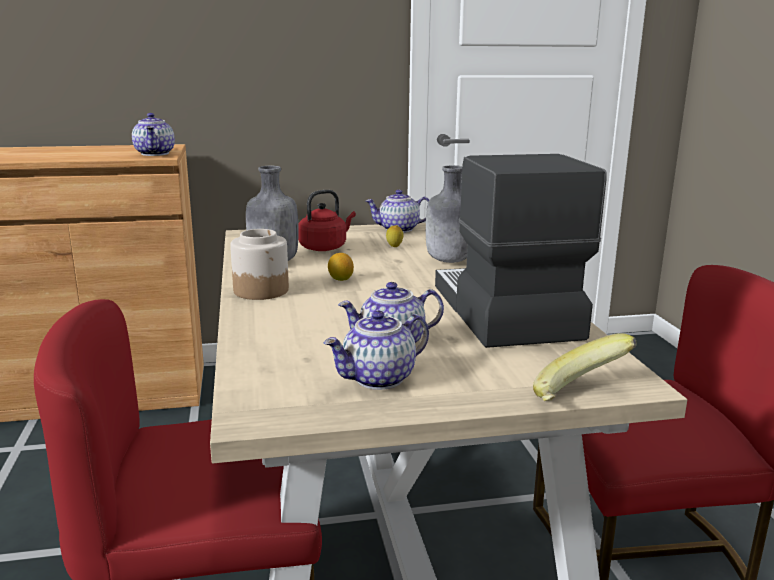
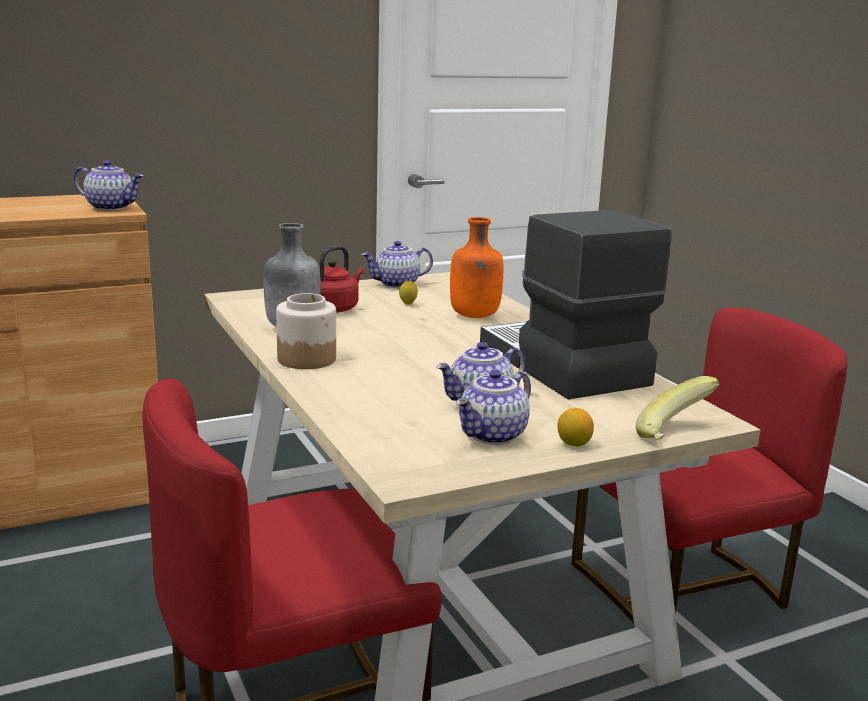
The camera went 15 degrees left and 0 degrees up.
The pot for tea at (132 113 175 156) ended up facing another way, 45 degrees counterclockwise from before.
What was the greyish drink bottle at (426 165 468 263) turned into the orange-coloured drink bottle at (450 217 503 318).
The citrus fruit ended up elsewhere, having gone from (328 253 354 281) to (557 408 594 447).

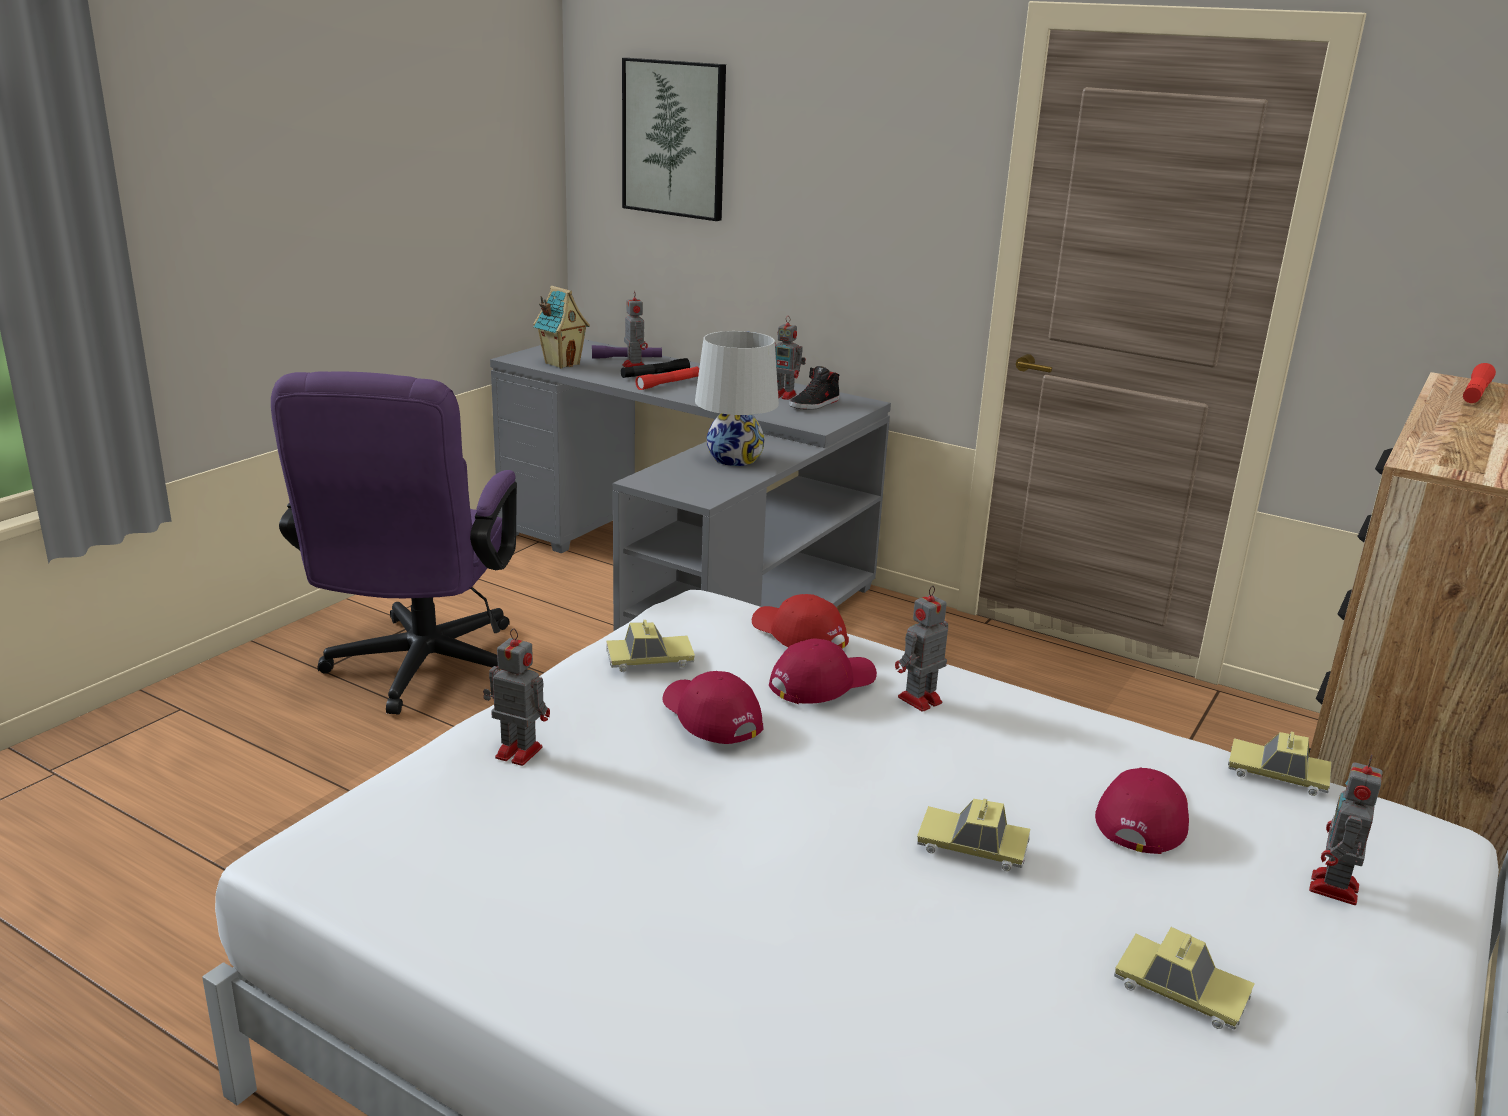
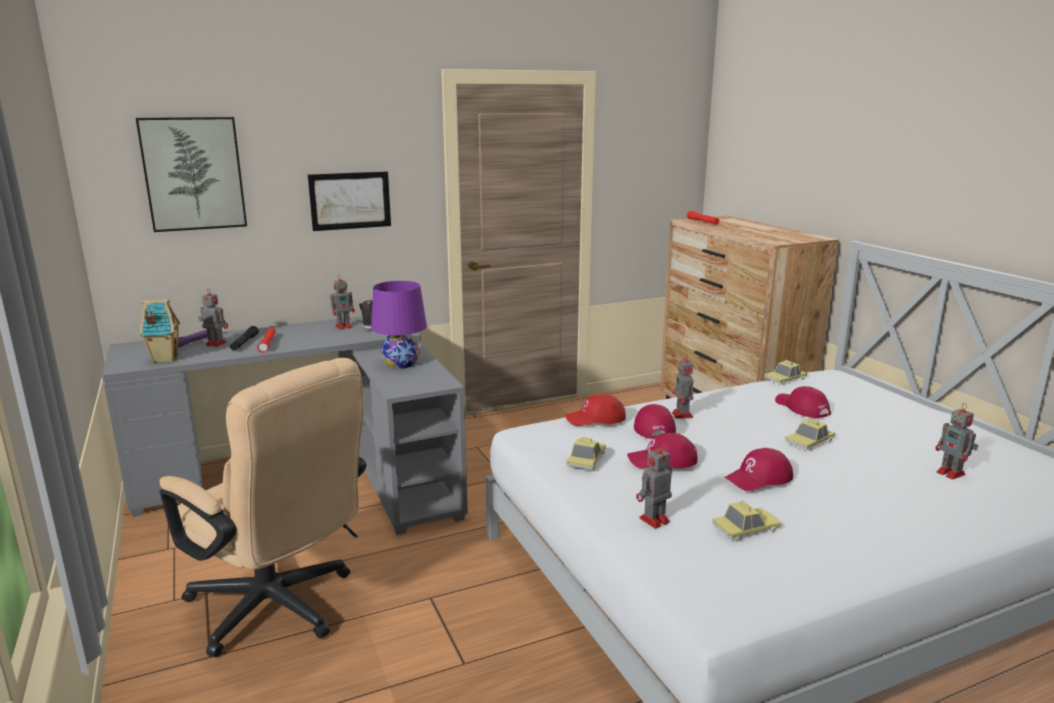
The camera went 55 degrees left and 5 degrees down.
What was the white lamp for a table at (695 331 779 466) turned into the purplish lamp for a table at (371 281 427 369).
What was the purplish computer chair at (271 371 517 715) turned into the sand-coloured computer chair at (160 358 366 657).
The robot figure ended up elsewhere, having gone from (1309 754 1382 905) to (935 403 978 479).
The model car ended up elsewhere, having gone from (1114 927 1255 1030) to (712 501 781 541).
The second view gained the wall picture at (308 172 391 231).
The second view gained the red peaked cap at (724 448 793 491).

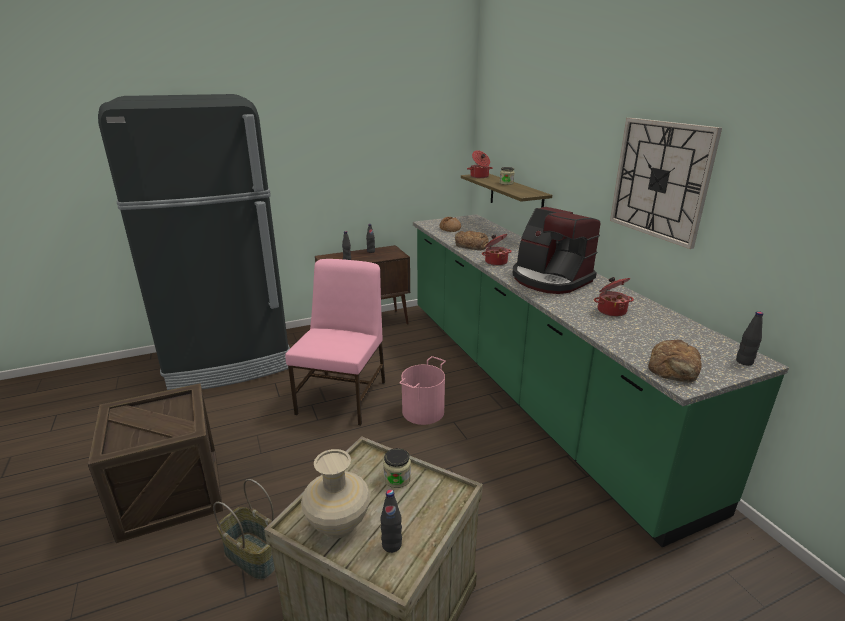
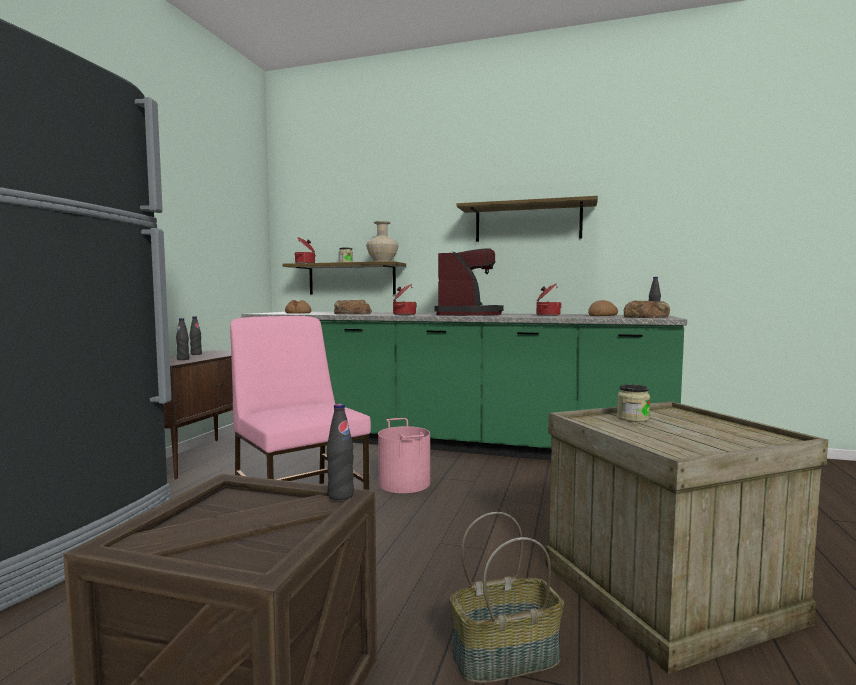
The camera went 50 degrees left and 20 degrees down.
Where the hanging clock hung at (610 118 722 249), the shelf came to hang at (456 196 598 242).
The coffee machine at (513 207 600 294) ended up facing another way, 75 degrees counterclockwise from before.
The sand-coloured vase ended up elsewhere, having gone from (301 449 370 538) to (366 221 399 262).
The blackish drink bottle ended up elsewhere, having gone from (380 489 402 553) to (327 404 354 500).
The second view gained the bread at (588 300 618 316).

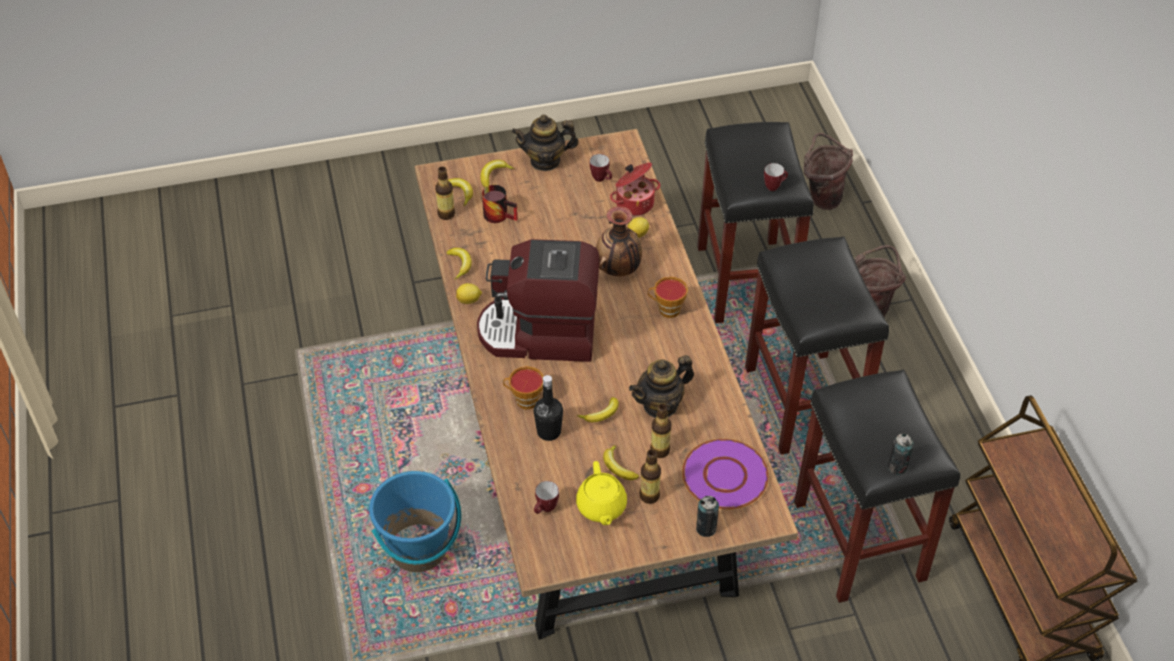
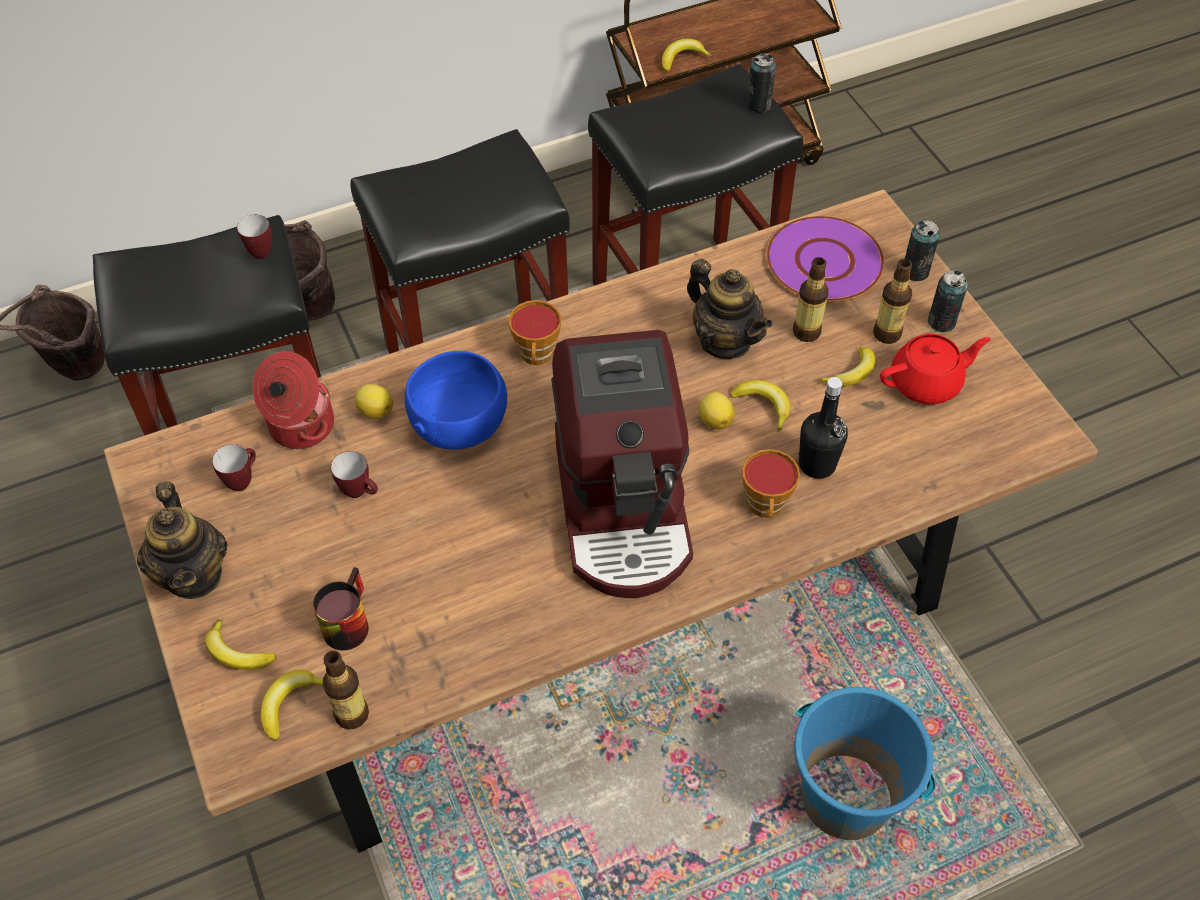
The camera went 100 degrees left and 5 degrees up.
Where the vase stood at (596 206 642 277), the blue-coloured serving bowl came to stand at (405 351 507 450).
The banana ended up elsewhere, having gone from (446 248 472 279) to (662 39 712 72).
The citrus fruit ended up elsewhere, having gone from (456 283 482 304) to (699 392 735 430).
What was the yellowish pot for tea at (576 461 627 525) turned into the red pot for tea at (880 334 991 404).
The mug ended up elsewhere, having gone from (534 481 559 514) to (331 451 378 498).
The second view gained the can at (928 270 968 332).

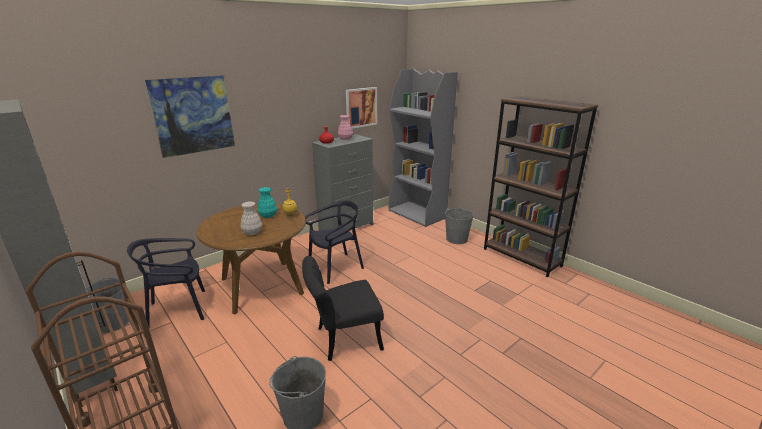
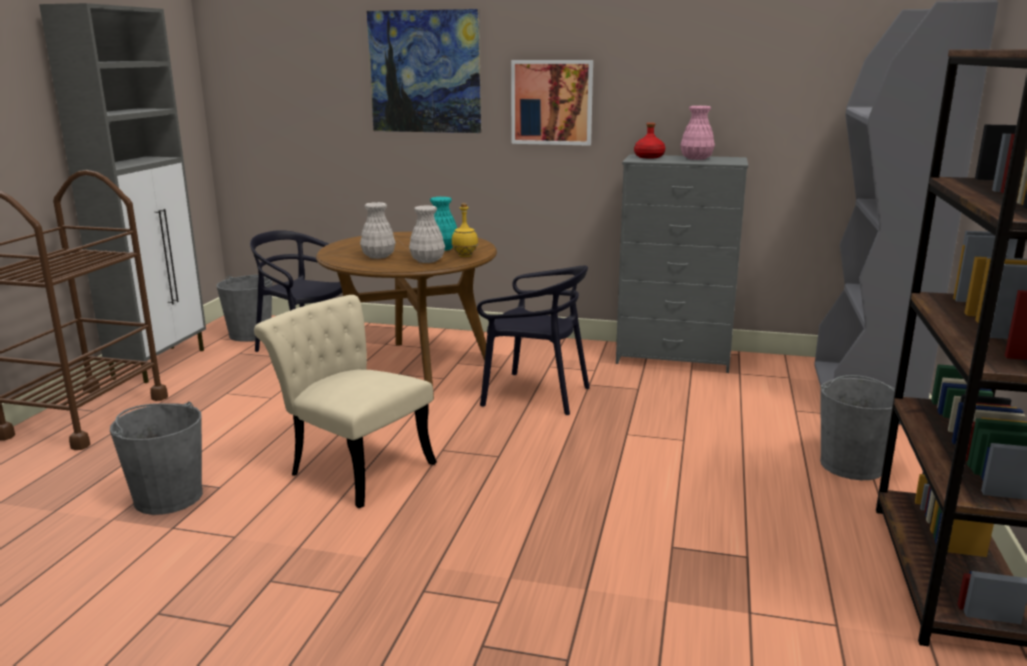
The camera went 55 degrees right and 5 degrees down.
The wall picture ended up elsewhere, having gone from (346 87 377 129) to (511 60 593 146).
What was the blackish upright chair at (302 256 384 361) turned into the sand-coloured upright chair at (254 295 437 508).
The second view gained the white vase at (409 205 445 263).

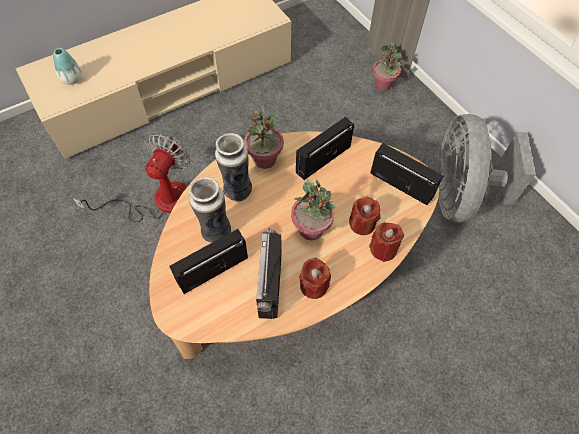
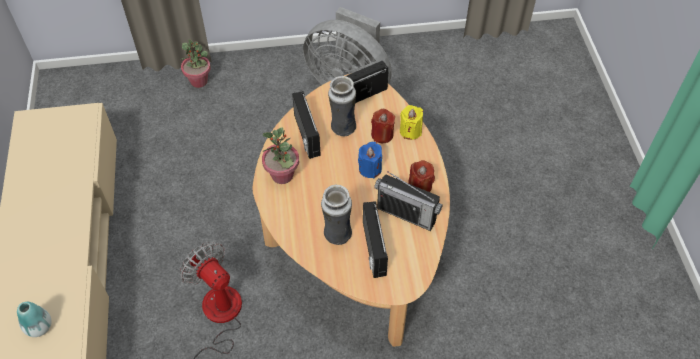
The camera went 65 degrees left and 5 degrees down.
The vase ended up elsewhere, having gone from (215 133 252 202) to (328 76 356 136).
Where the potted plant stood at (291 179 336 240), the blue-coloured candle came to stand at (358 142 382 178).
What was the red candle at (369 223 404 262) turned into the yellowish candle at (400 105 423 140).

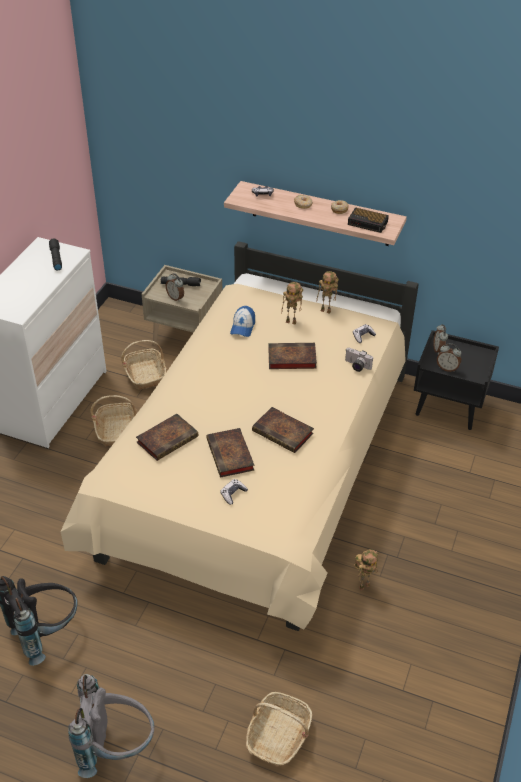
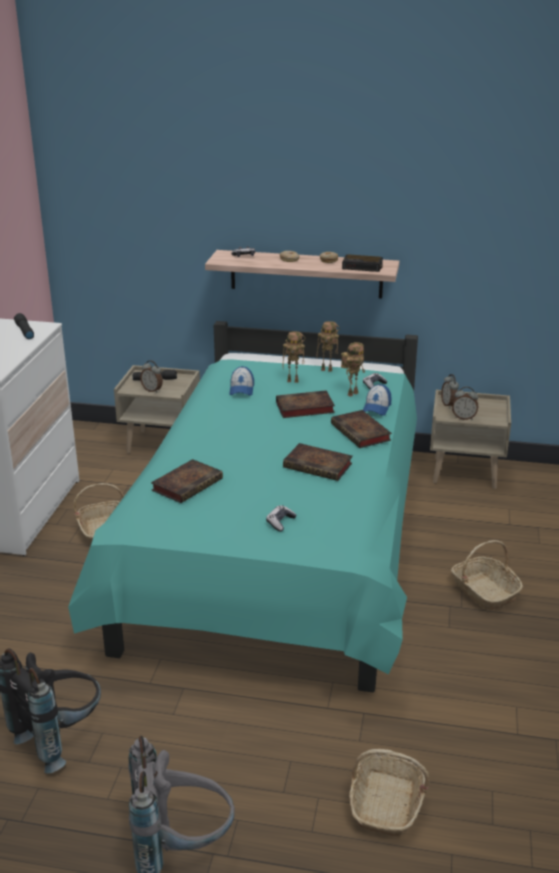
The camera went 10 degrees left and 15 degrees down.
What was the sand-coloured sleeping bed at (61 241 419 631) turned into the turquoise-coloured sleeping bed at (68 321 418 693).
What was the blackish nightstand at (414 330 499 430) turned into the sand-coloured nightstand at (430 390 511 489).
The household basket ended up elsewhere, having gone from (121 340 167 389) to (451 540 523 611).
Where the photo camera stood at (345 348 373 372), the peaked cap came to stand at (363 384 391 415).
The bound book ended up elsewhere, having gone from (206 428 254 477) to (331 410 392 448).
The robot figure ended up elsewhere, having gone from (355 549 379 590) to (341 342 365 397).

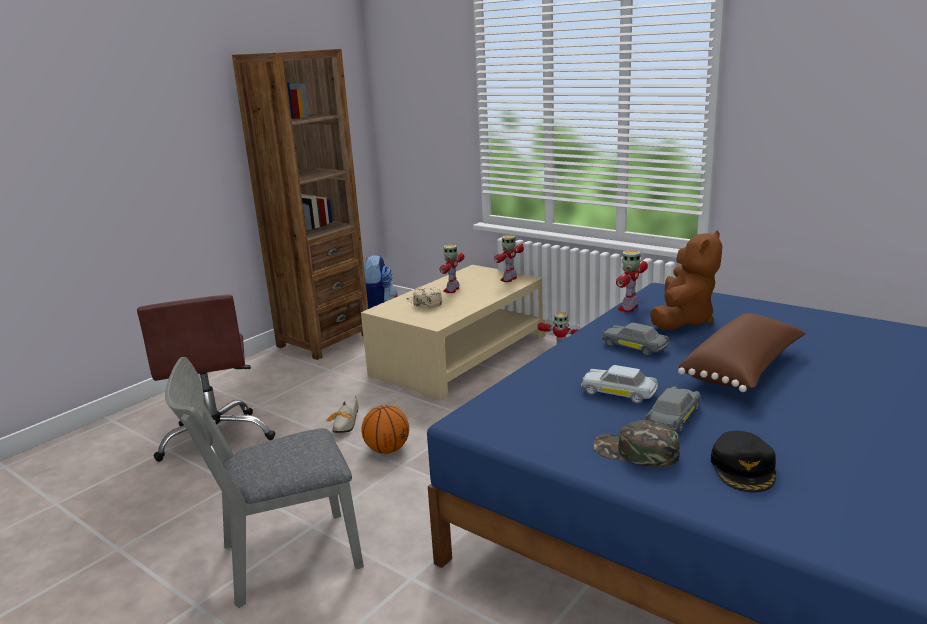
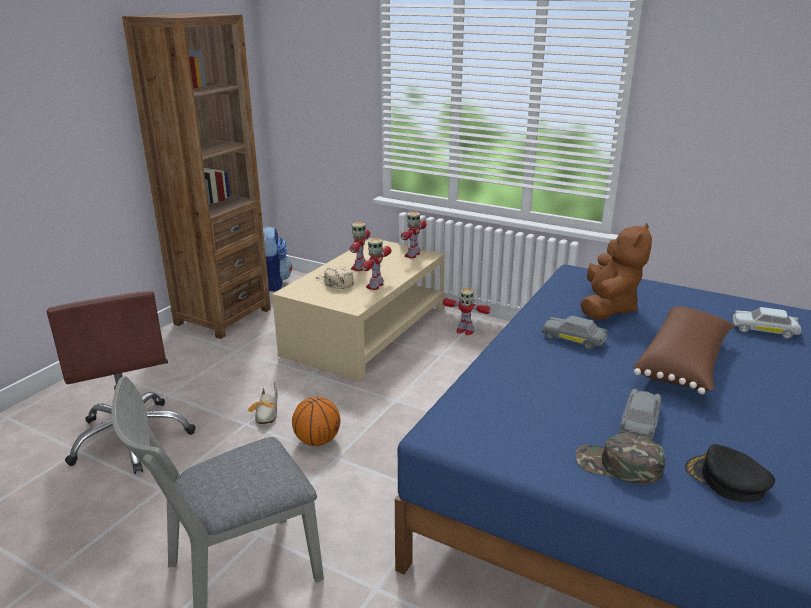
The camera went 10 degrees left and 5 degrees up.
The robot figure ended up elsewhere, having gone from (616 250 648 312) to (361 238 391 290).
The white model car ended up elsewhere, having gone from (581 365 658 403) to (733 307 801 339).
The blackish peaked cap at (711 431 776 492) ended up facing another way, 135 degrees clockwise from before.

